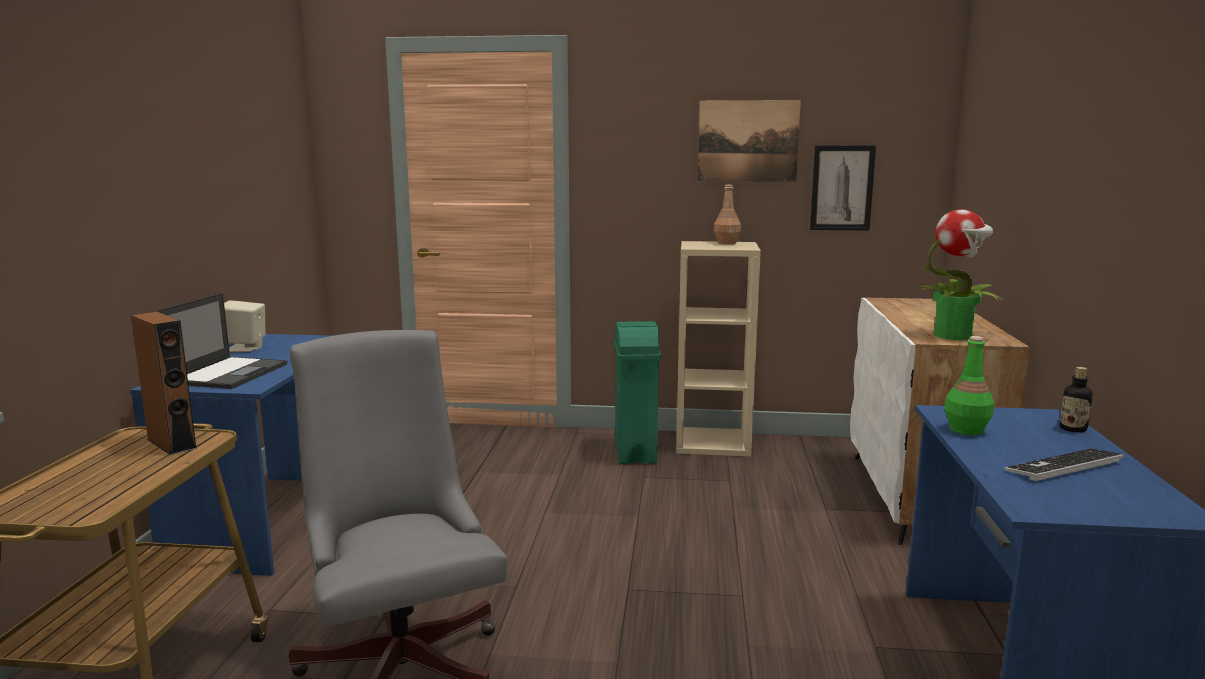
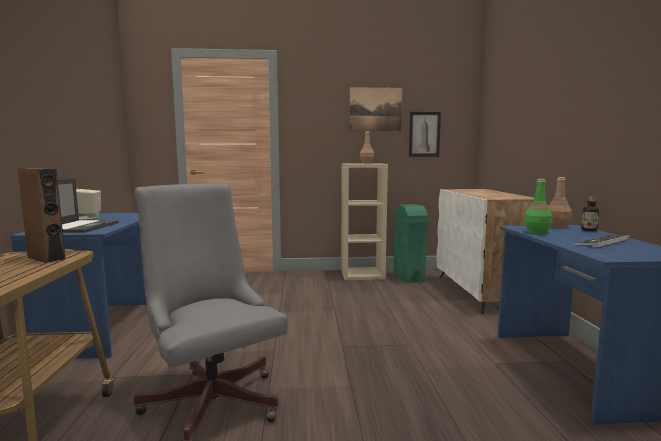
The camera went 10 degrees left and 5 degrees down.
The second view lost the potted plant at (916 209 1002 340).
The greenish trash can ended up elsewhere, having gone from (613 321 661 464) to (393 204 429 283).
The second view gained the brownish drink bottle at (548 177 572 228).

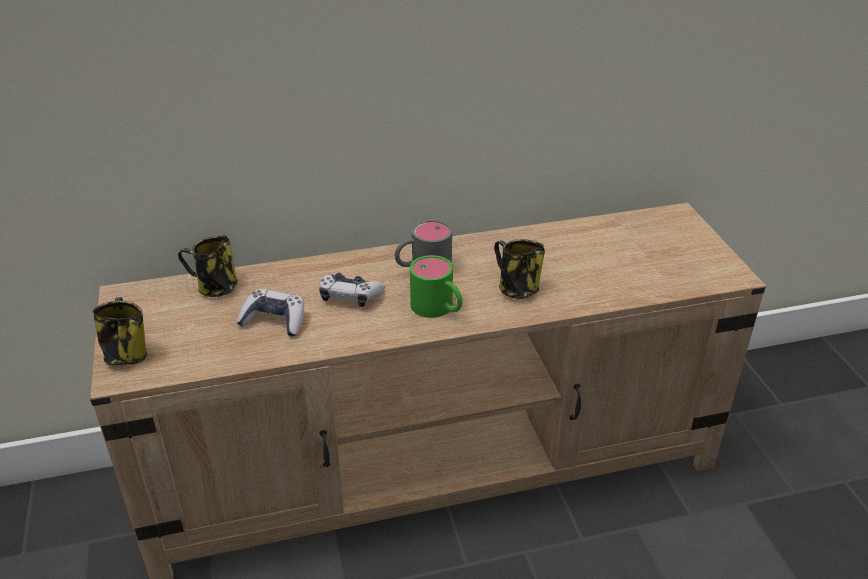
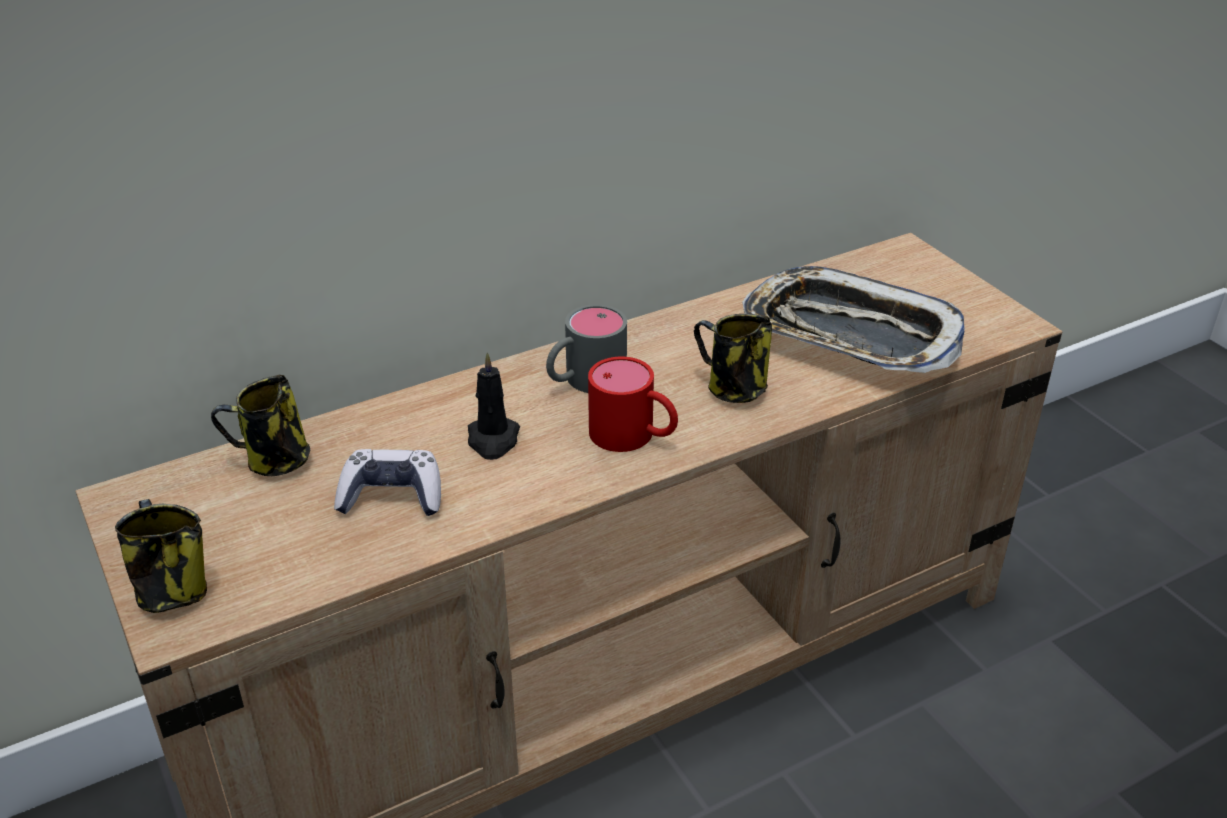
The camera went 15 degrees left and 0 degrees up.
What was the greenish mug at (410 255 462 318) turned into the red mug at (588 357 678 452).
Where the joypad stood at (319 273 385 307), the blackish candle came to stand at (468 353 520 460).
The second view gained the carrying tray at (742 266 965 373).

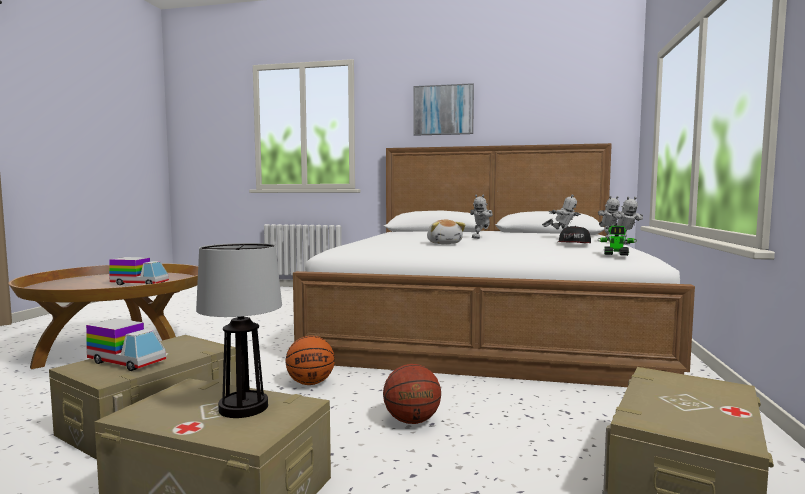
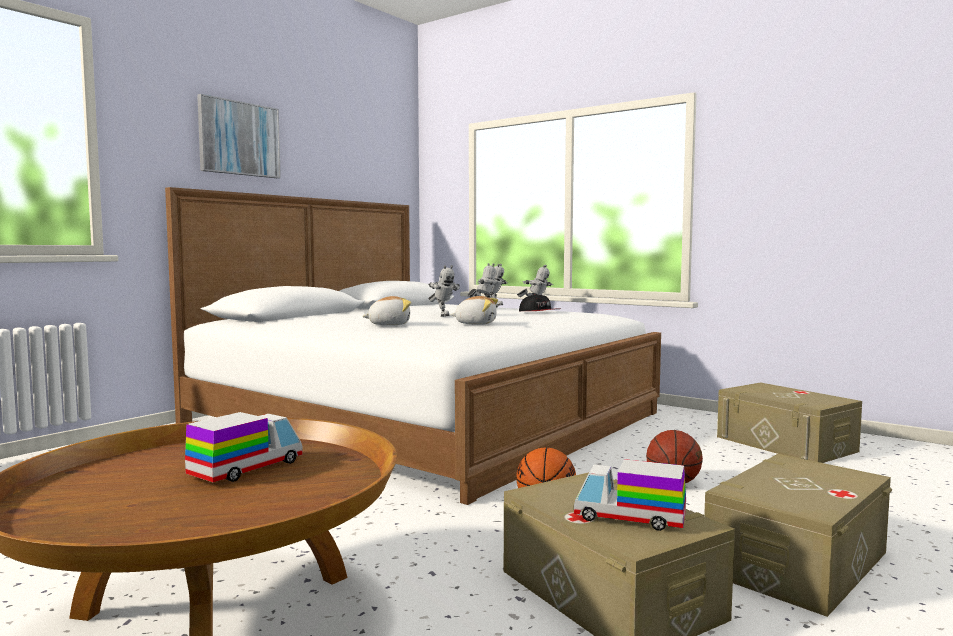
The camera went 65 degrees left and 0 degrees up.
The second view lost the robot figure at (598 226 637 256).
The second view lost the lamp for a table at (196 243 282 418).
The model truck at (86 318 166 371) ended up facing another way, 120 degrees counterclockwise from before.
The second view gained the soft toy at (362 296 411 326).

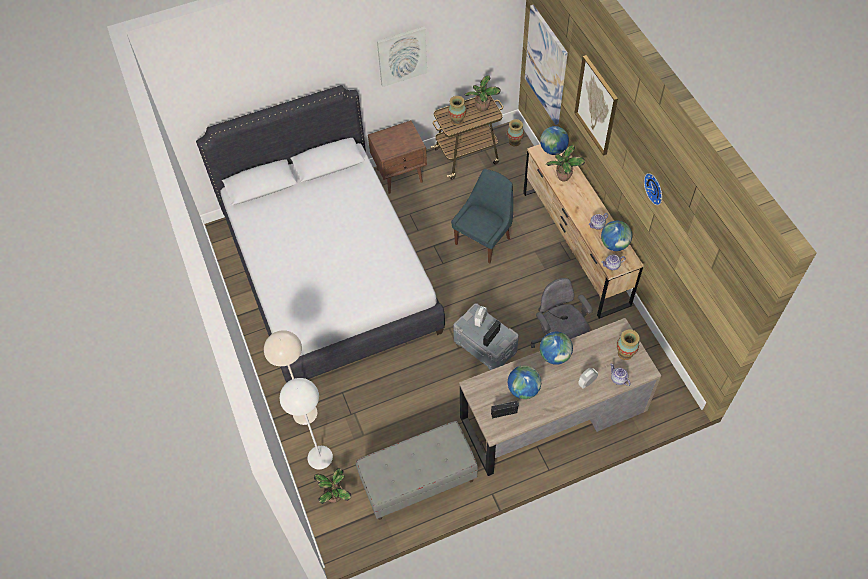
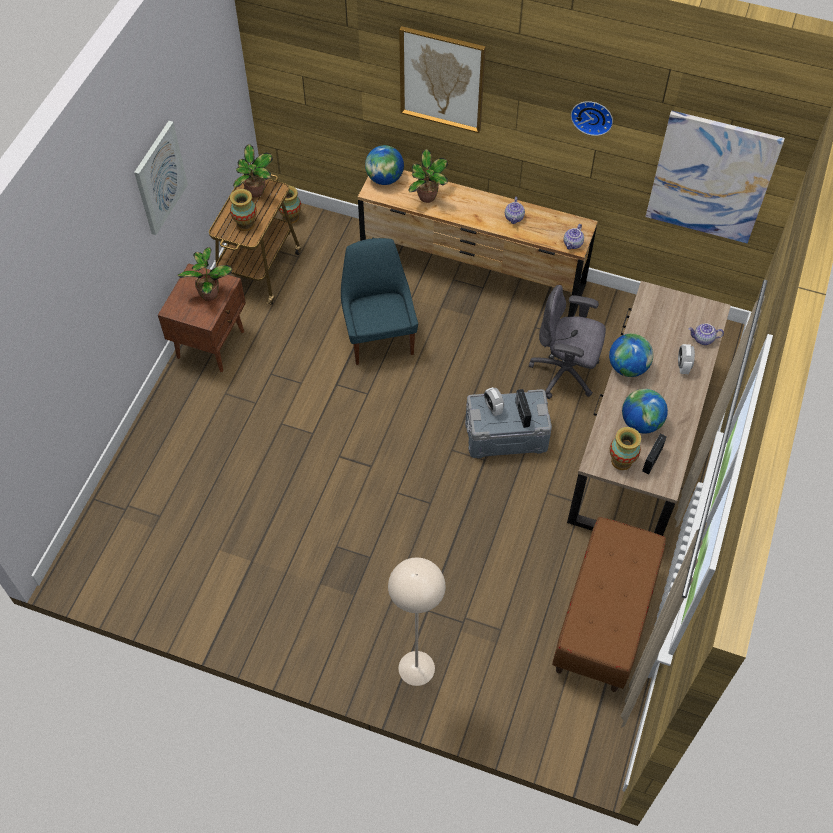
The camera went 50 degrees left and 0 degrees up.
The wall picture ended up elsewhere, having gone from (525 5 568 125) to (645 111 785 243).
The second view lost the white sleeping bed at (196 85 445 383).
The second view lost the desk globe at (601 221 632 251).
The vase ended up elsewhere, having gone from (617 330 640 360) to (610 427 641 470).
The second view lost the white floor lamp at (280 378 333 469).
What was the greyish long seat at (356 421 478 520) turned into the brownish long seat at (552 517 666 692).
The potted plant ended up elsewhere, having gone from (314 468 351 504) to (177 247 232 301).

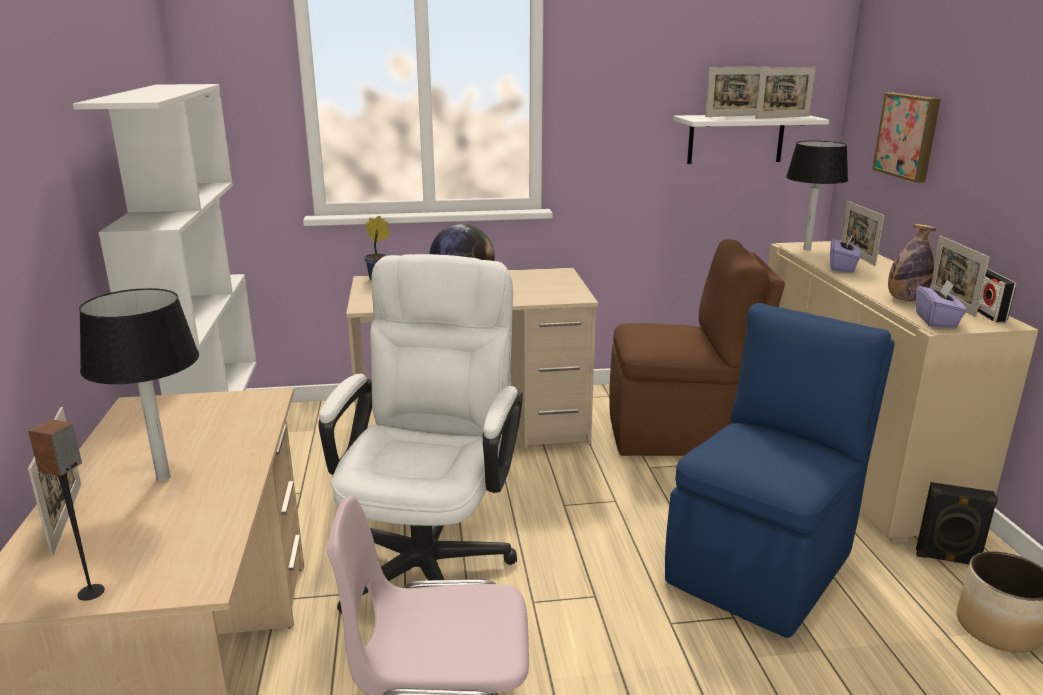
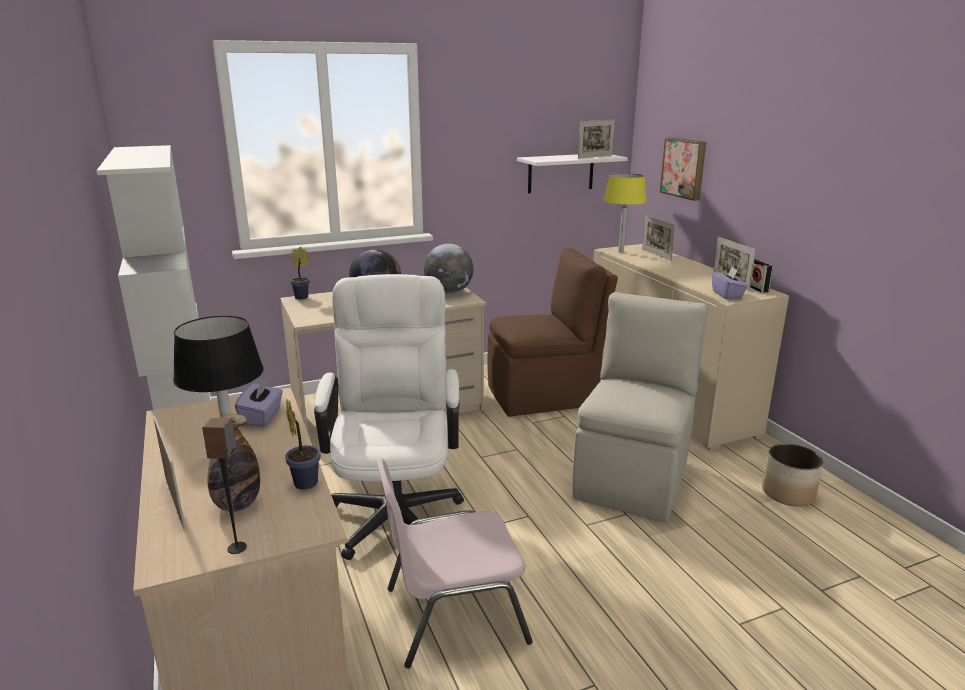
The camera went 15 degrees left and 0 degrees up.
The second view lost the standing frame at (705 66 769 117).
What was the blackish lamp for a table at (786 141 848 250) turned into the yellowish lamp for a table at (604 173 647 253).
The drink bottle ended up elsewhere, having gone from (888 224 936 302) to (207 414 260 512).
The purplish box of tissues ended up elsewhere, having gone from (830 236 861 272) to (235 380 283 427).
What was the blue-coloured upright chair at (665 303 895 638) turned into the sand-coloured upright chair at (572 292 708 521).
The second view lost the blackish audio speaker at (916 482 998 564).
The second view gained the desk globe at (423 244 473 294).
The second view gained the potted plant at (285 400 321 490).

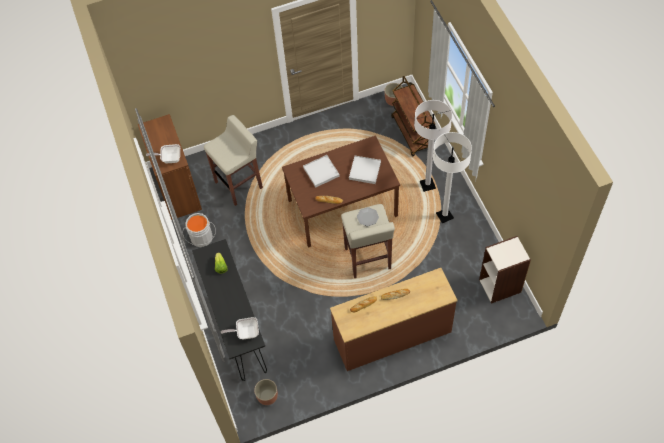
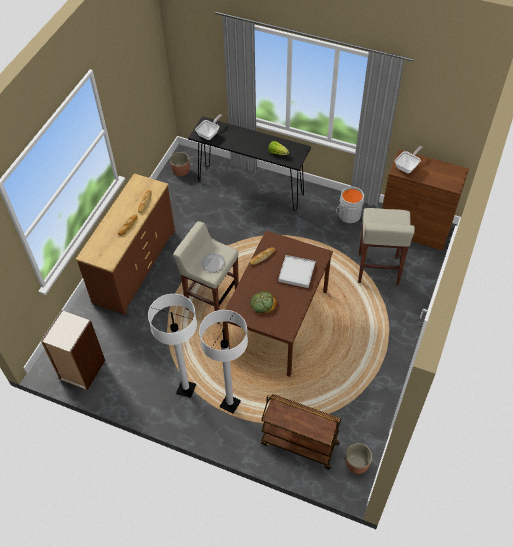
The camera went 130 degrees right and 5 degrees down.
Where the white carrying tray stood at (349 156 381 184), the bread came to stand at (250 292 277 314).

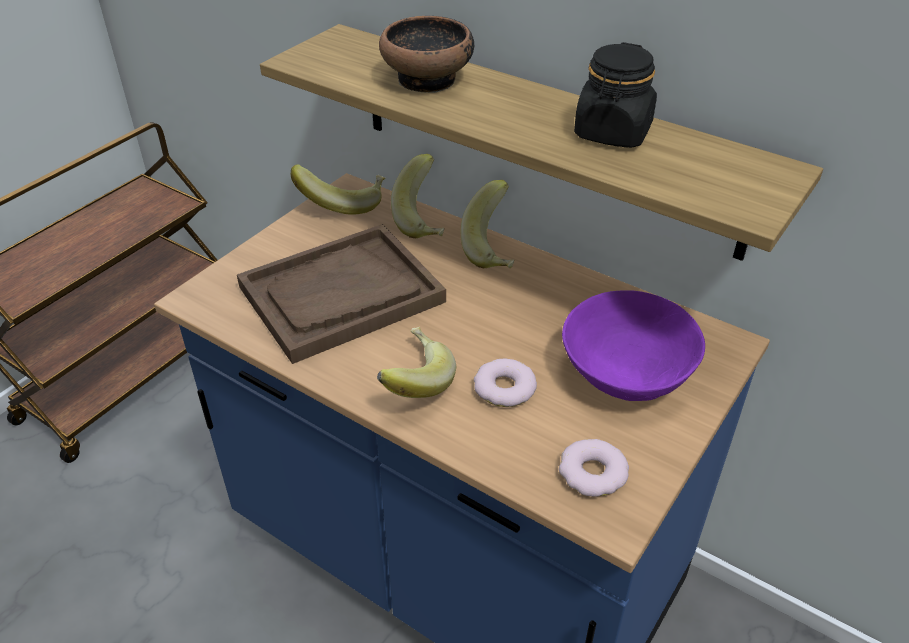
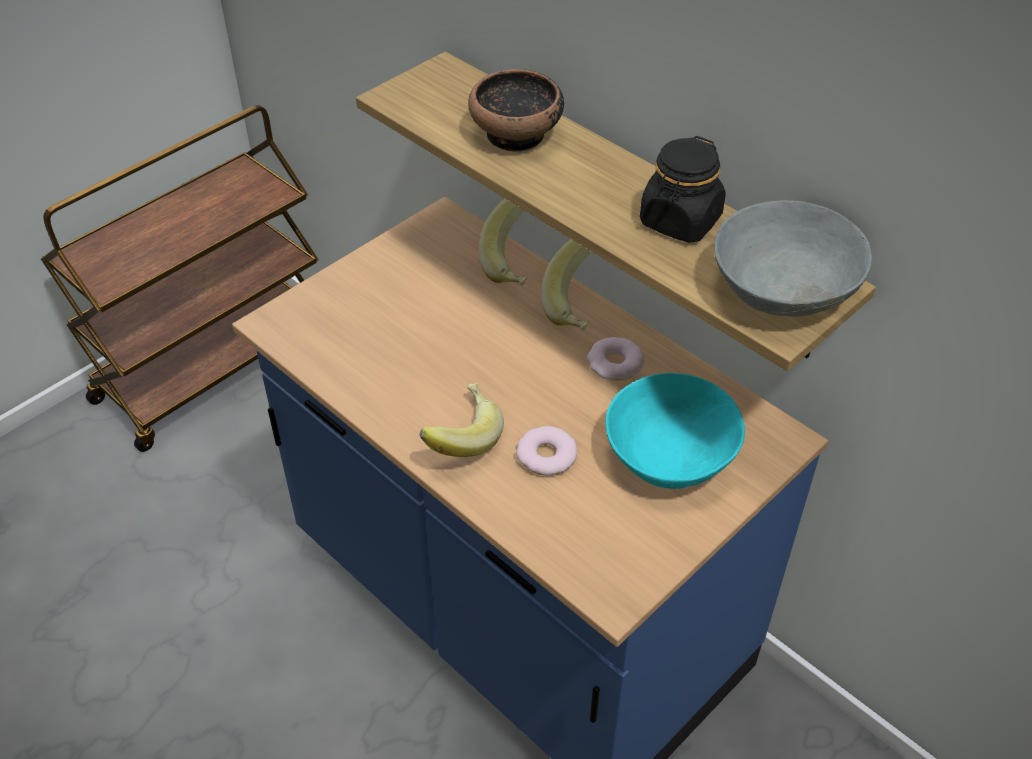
The camera went 10 degrees right and 5 degrees up.
The second view lost the banana at (291 164 386 215).
The second view lost the brownish carrying tray at (237 224 446 364).
What was the purplish serving bowl at (562 290 705 401) turned into the turquoise-coloured serving bowl at (605 373 745 489).
The ring doughnut ended up elsewhere, having gone from (559 439 629 497) to (587 337 644 381).
The second view gained the greyish serving bowl at (714 200 872 317).

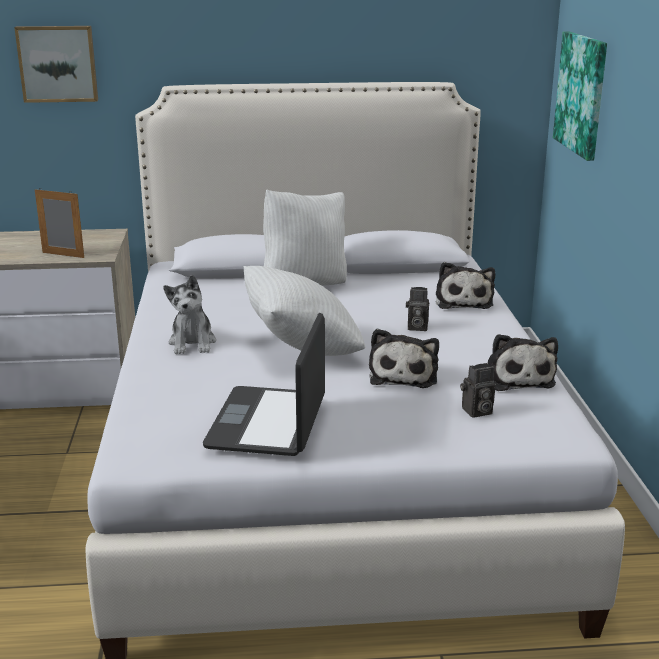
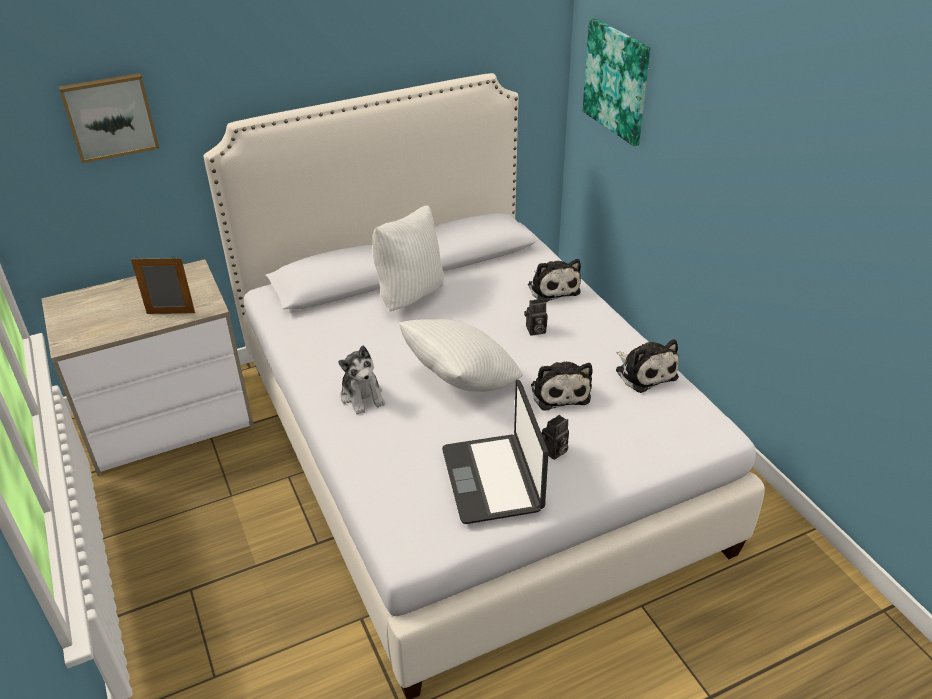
The camera went 20 degrees left and 15 degrees up.
The photo camera ended up elsewhere, having gone from (460 363 495 418) to (542 415 569 460).

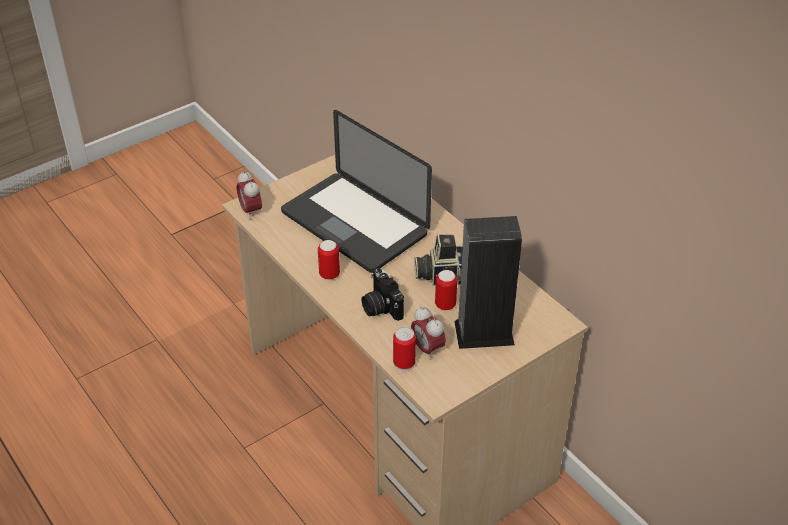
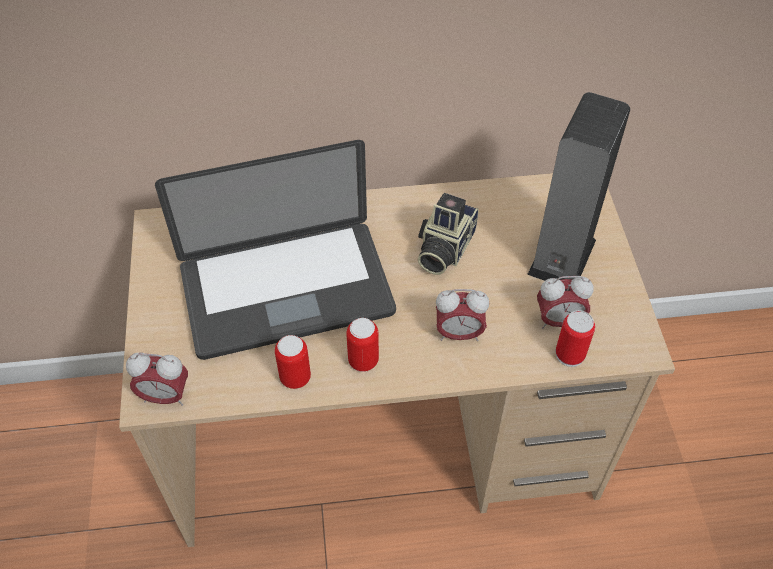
The camera went 60 degrees left and 10 degrees up.
Where the photo camera stood at (361 268 404 321), the alarm clock came to stand at (436 289 489 341).
The can ended up elsewhere, having gone from (435 270 457 310) to (275 335 311 389).

